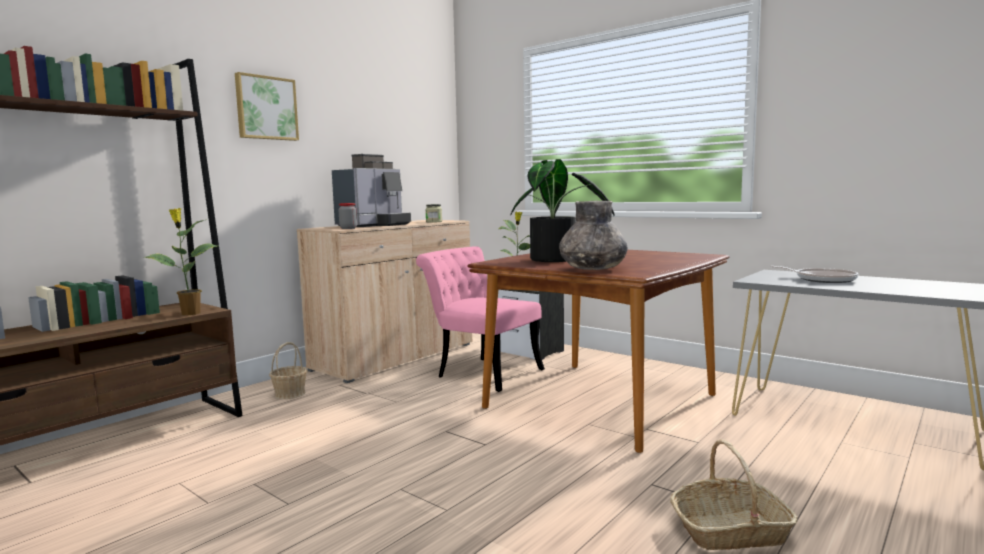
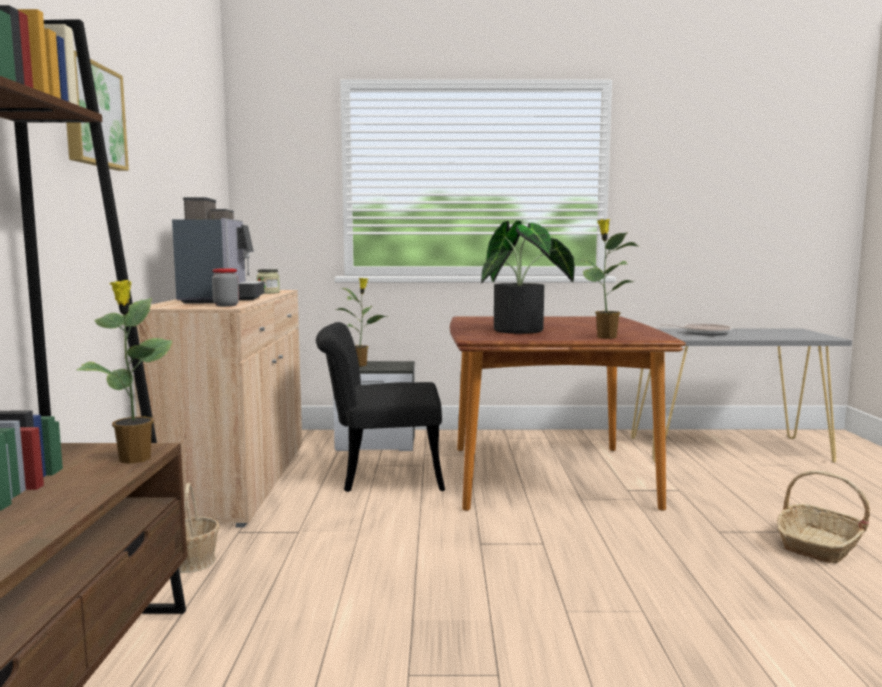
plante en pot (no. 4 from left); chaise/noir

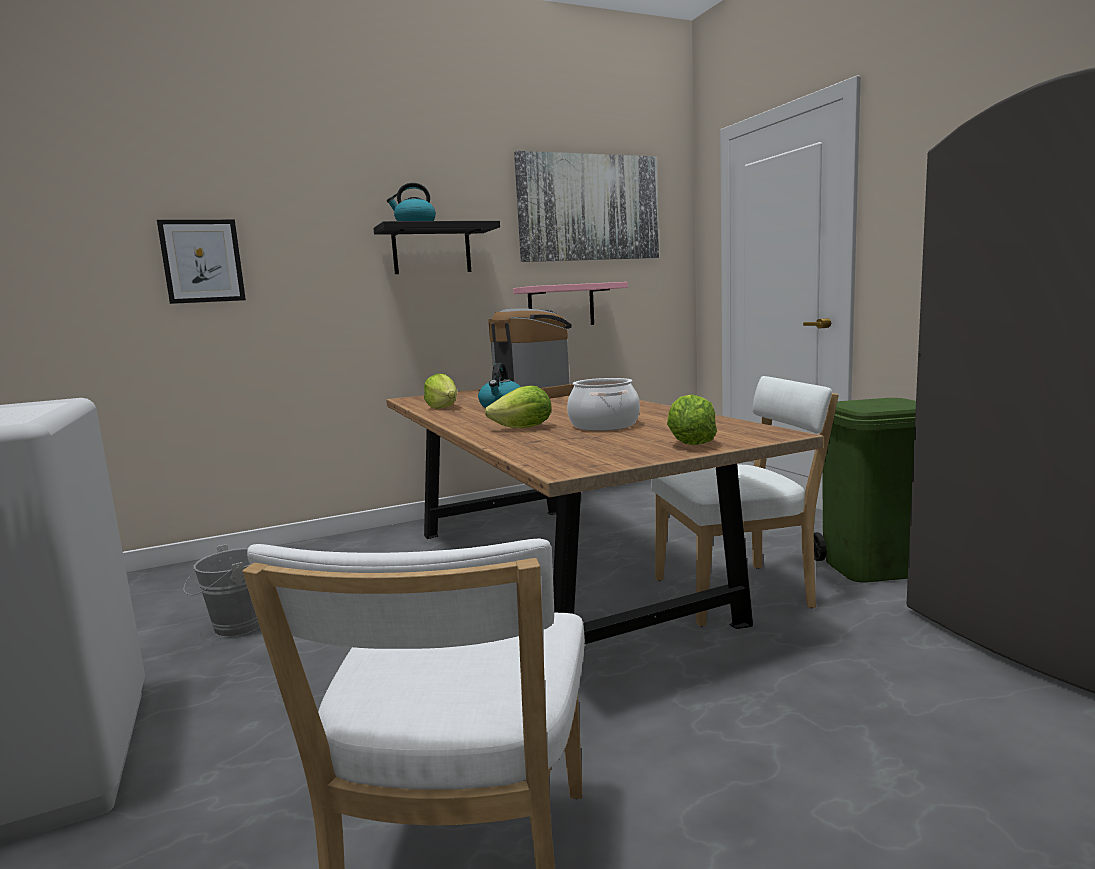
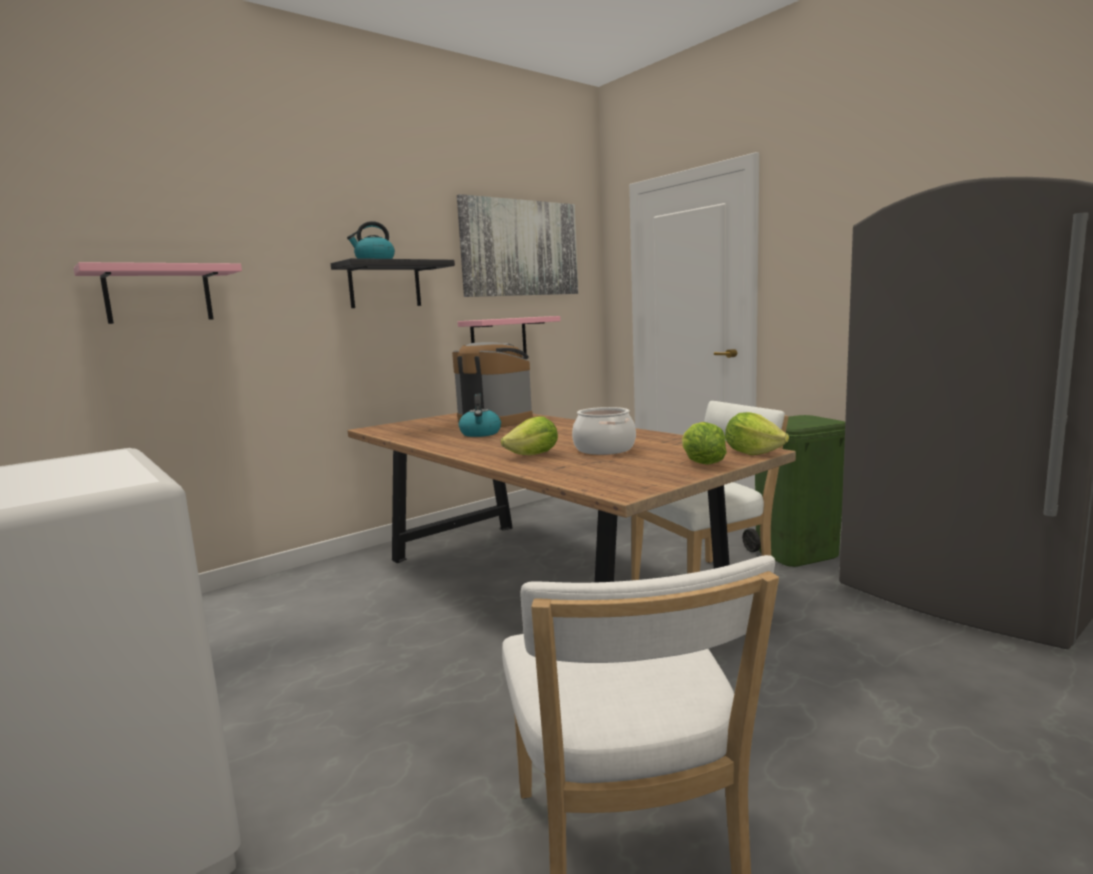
étagère/rose (no. 1 from left); laitue (no. 3 from left); seau/gris

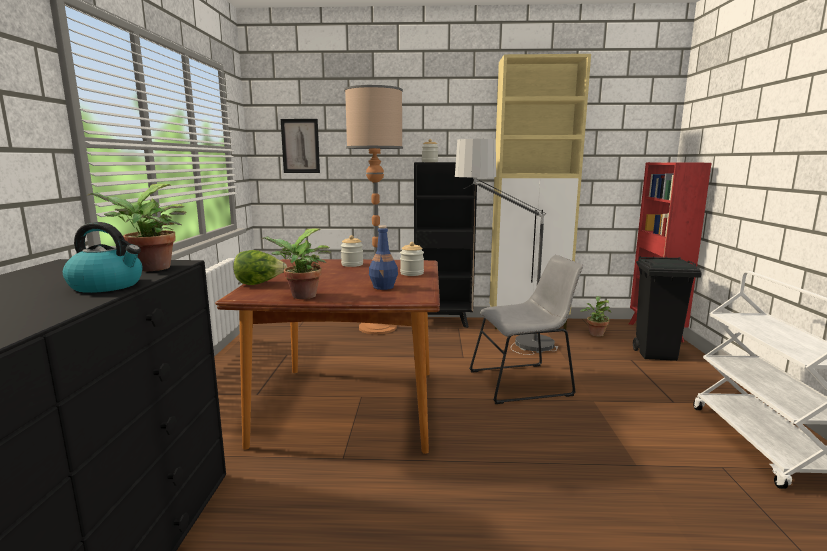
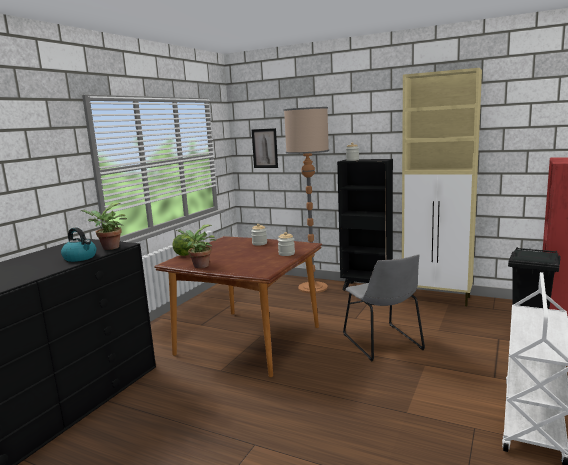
lampadaire (no. 2 from left in the first image); bouteille/bleu; chaise/gris; plante en pot (no. 3 from left in the first image)

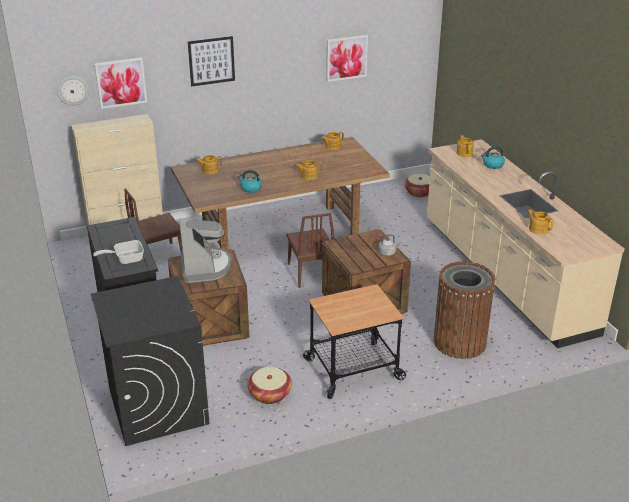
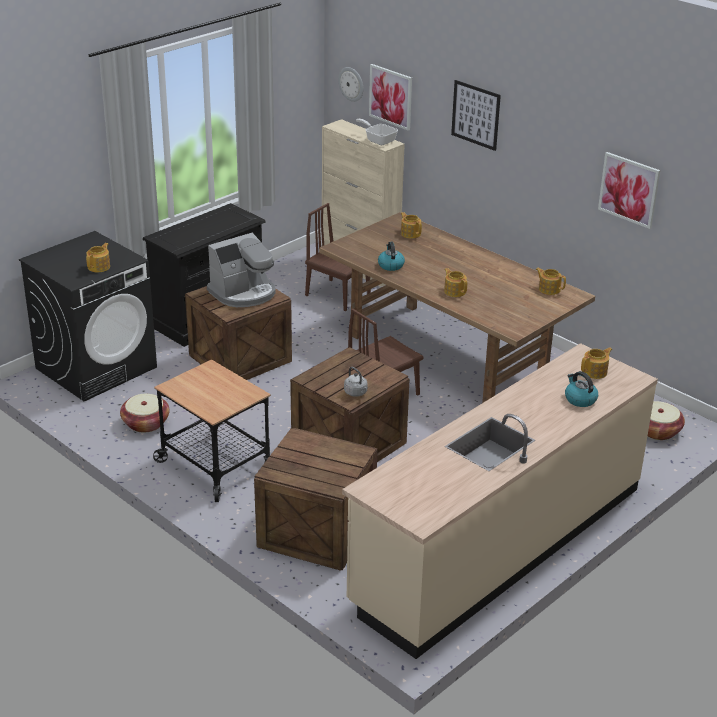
théière (no. 1 from left); poêle; caisse (no. 2 from left)

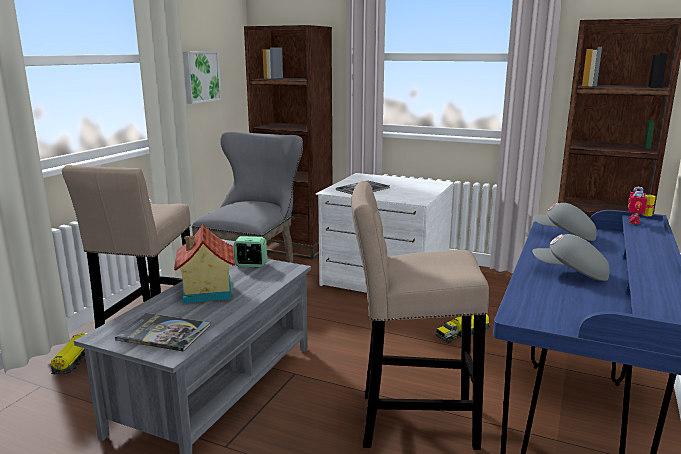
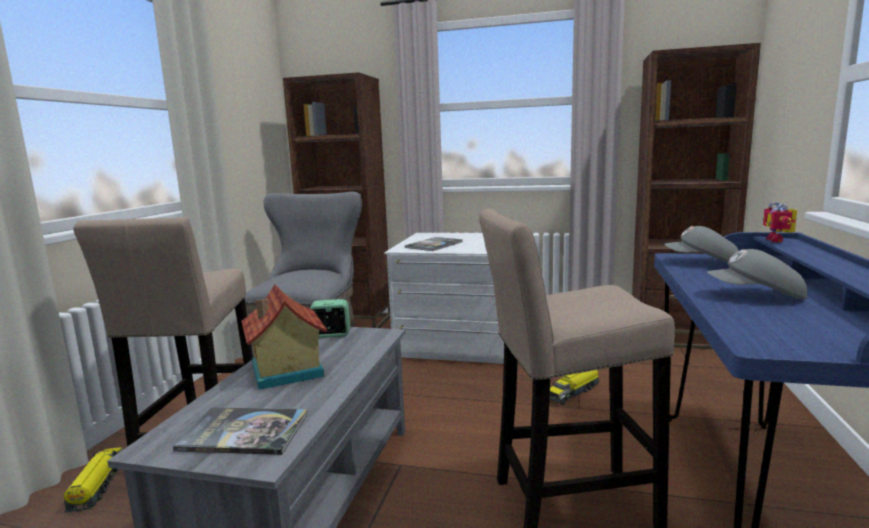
tableau

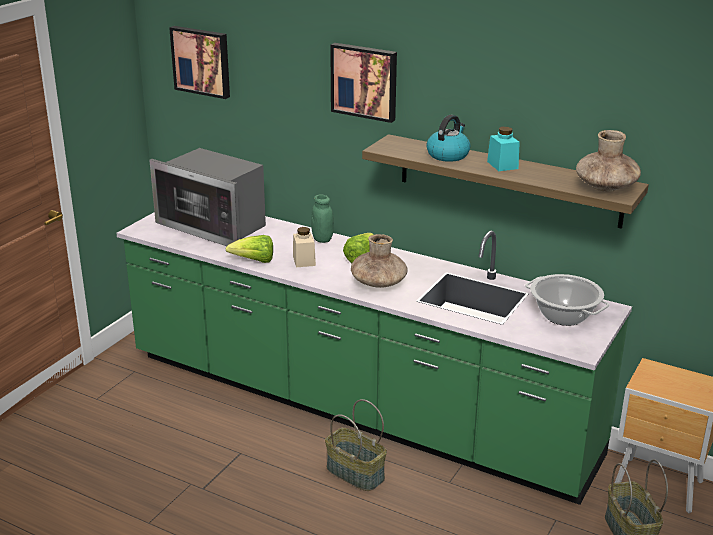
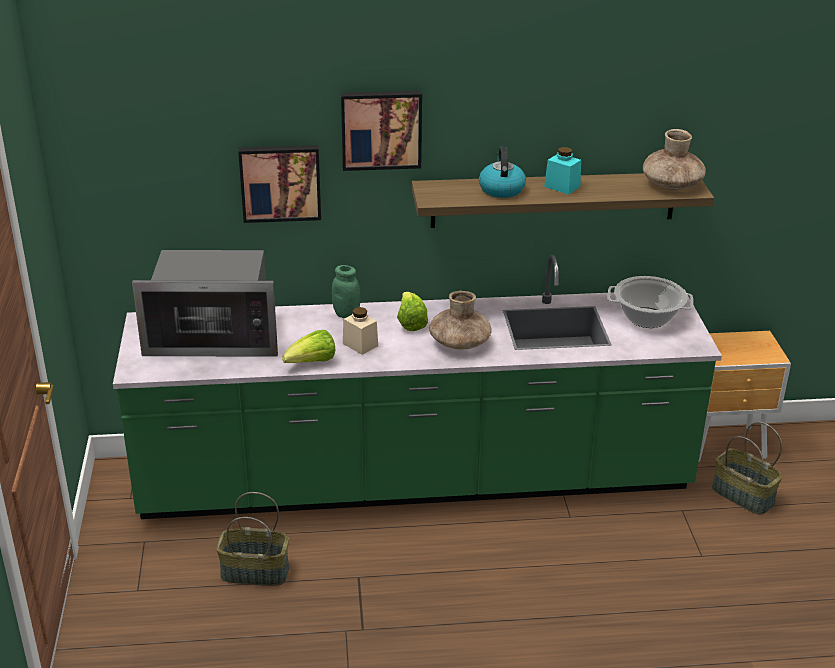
tableau (no. 1 from left); panier (no. 1 from left)

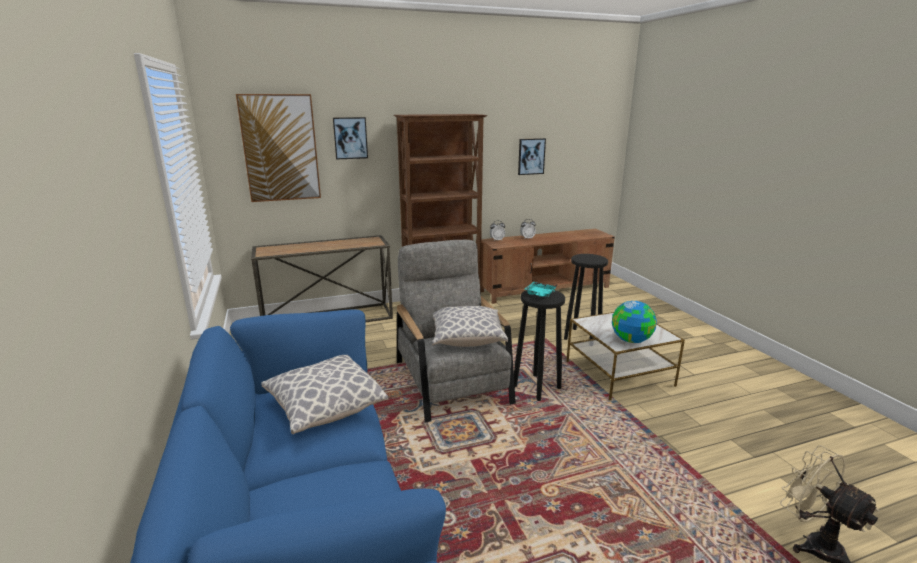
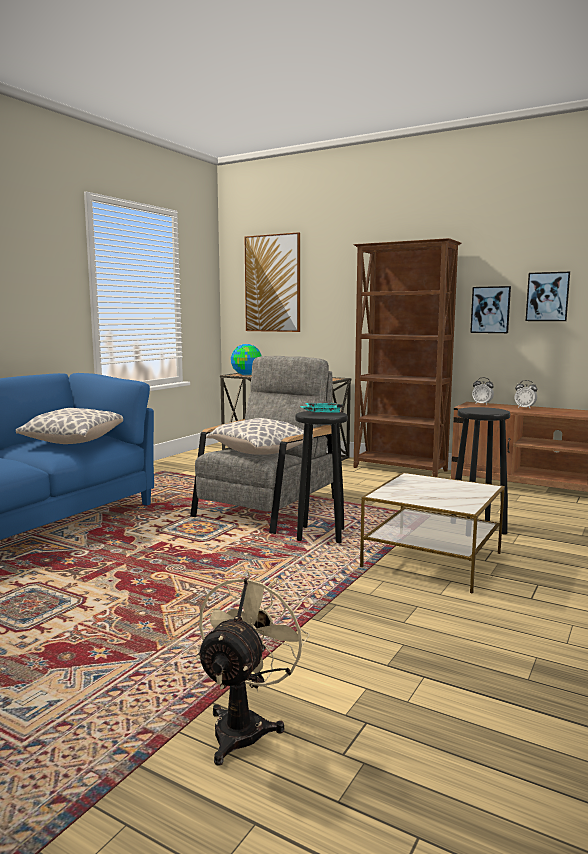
tableau (no. 2 from left); globe

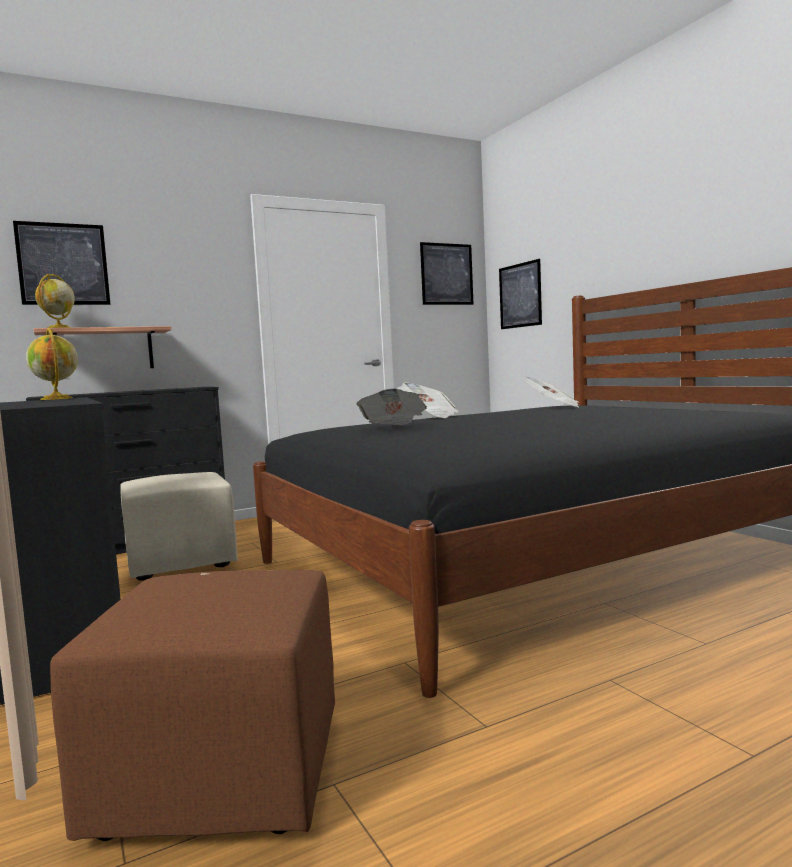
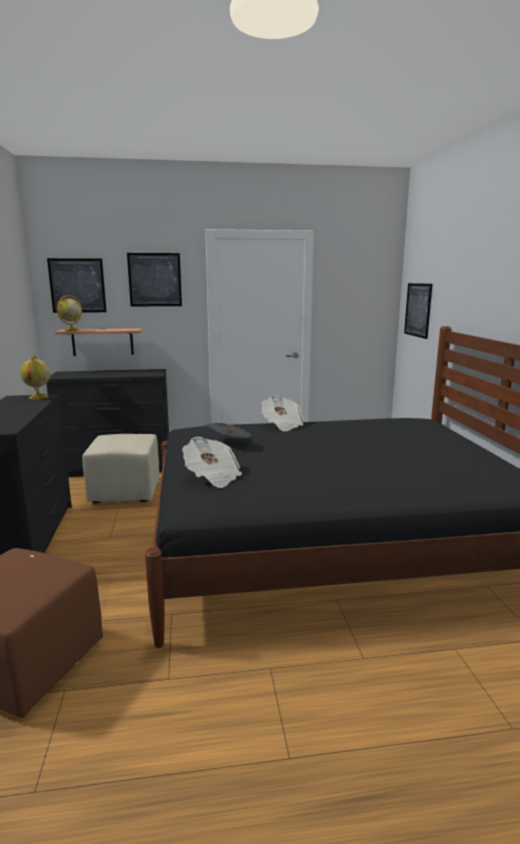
tableau (no. 2 from left); journal (no. 1 from left)

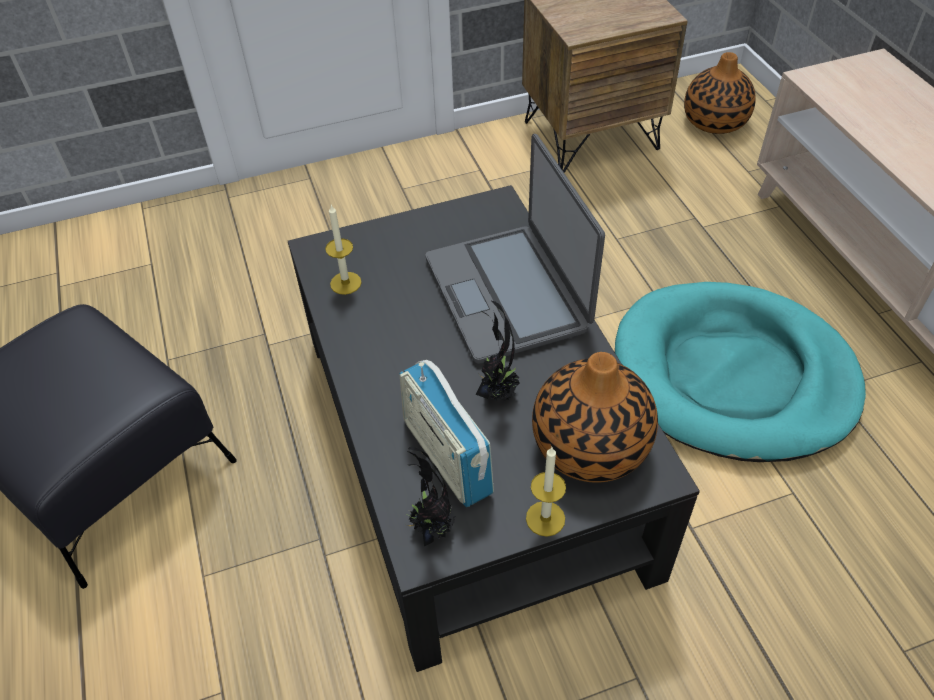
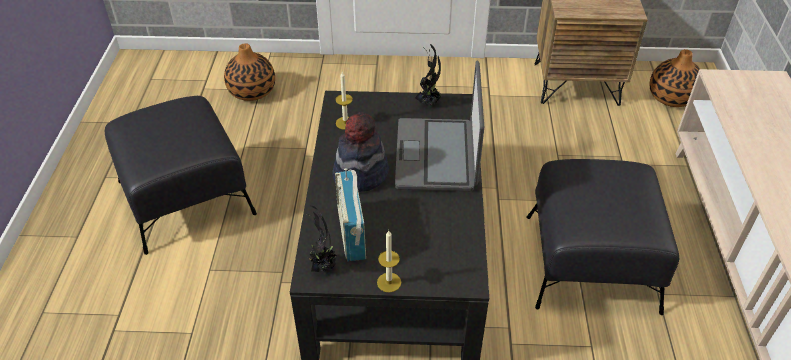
pouf/noir (no. 2 from left); plante en pot (no. 2 from left); vase (no. 1 from left); chapeau

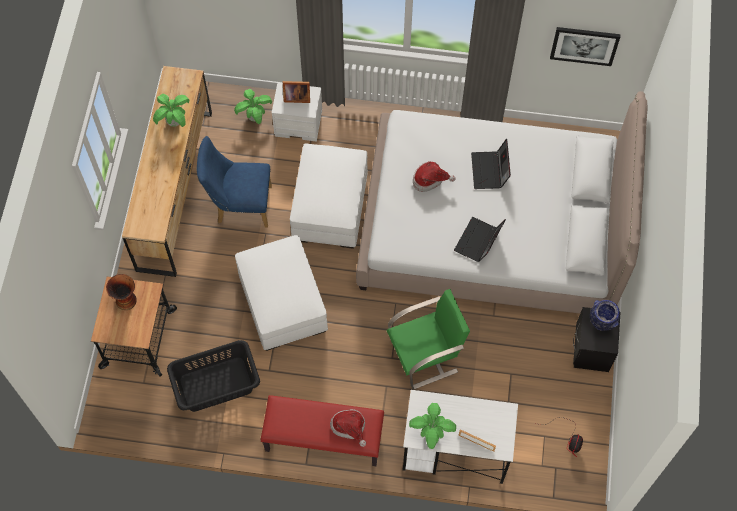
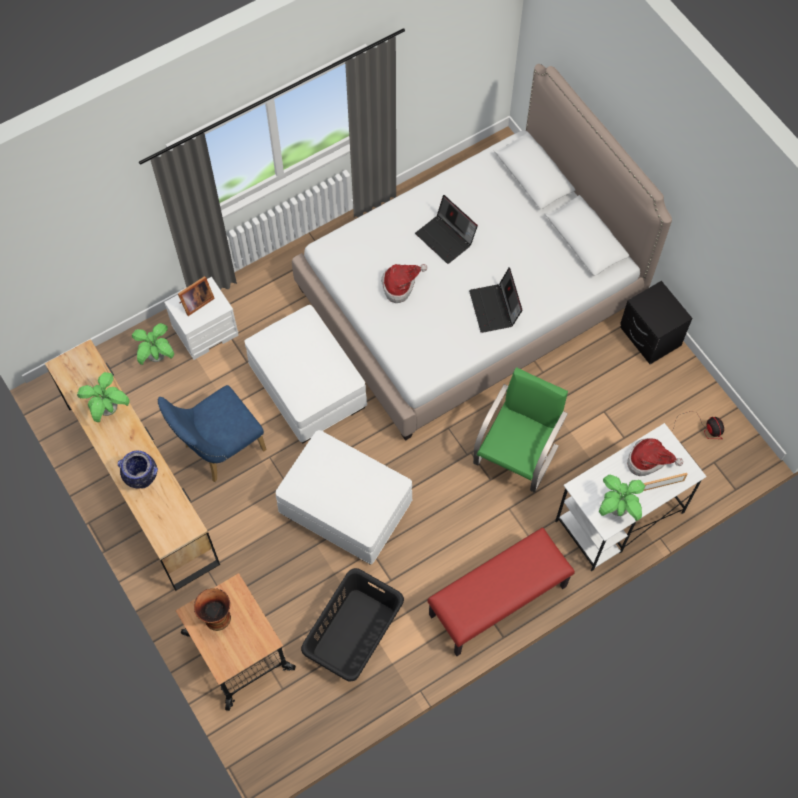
tableau; vase (no. 1 from left); chapeau (no. 2 from left)

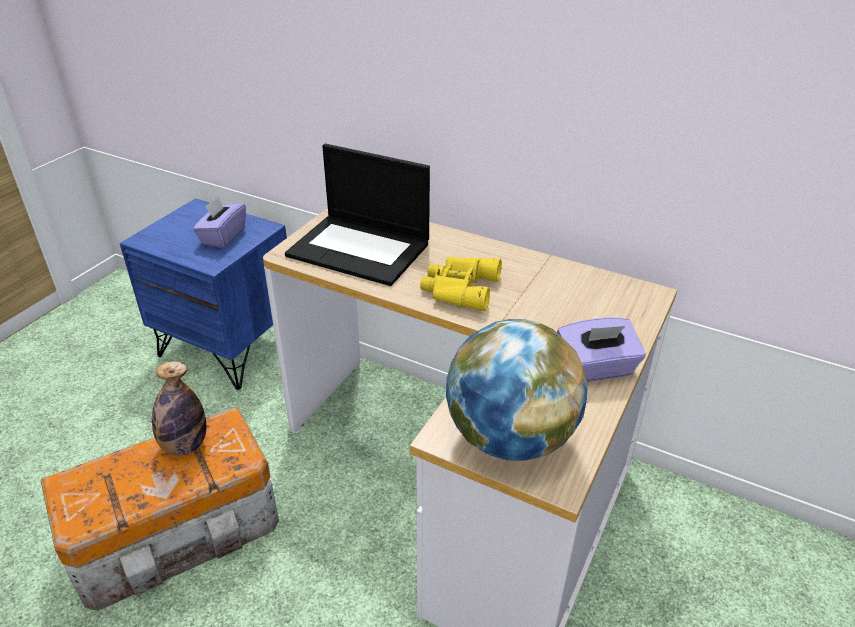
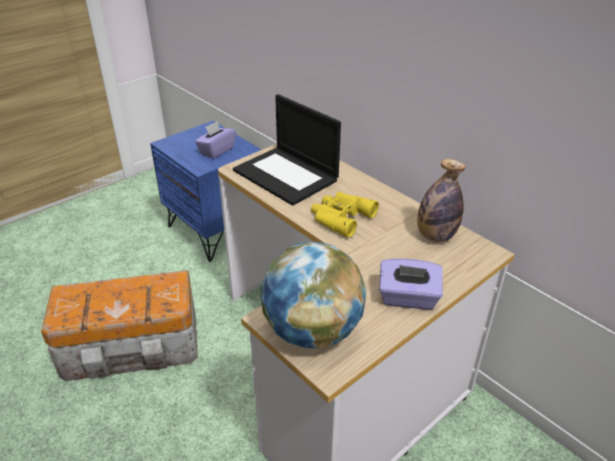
bouteille

